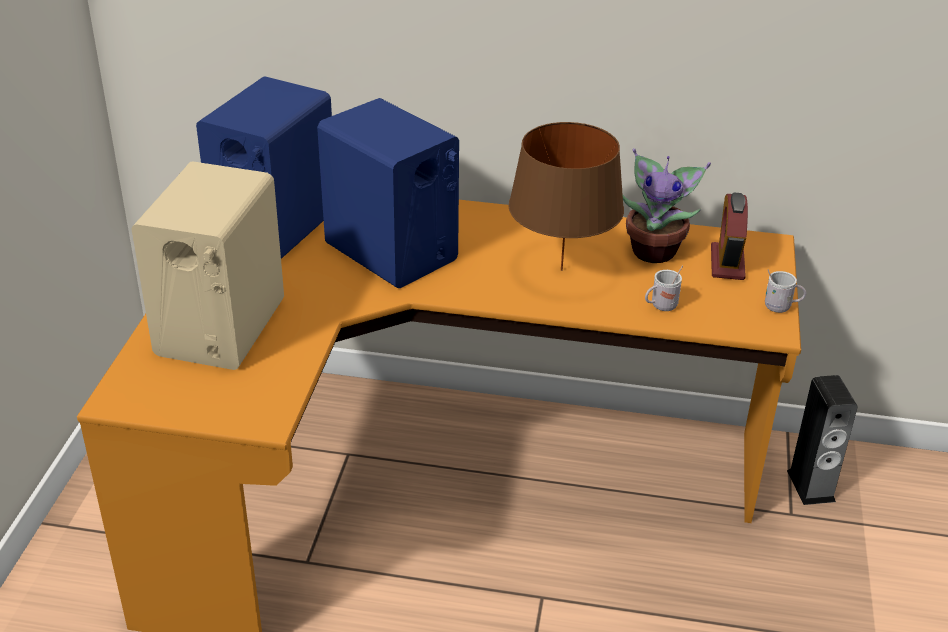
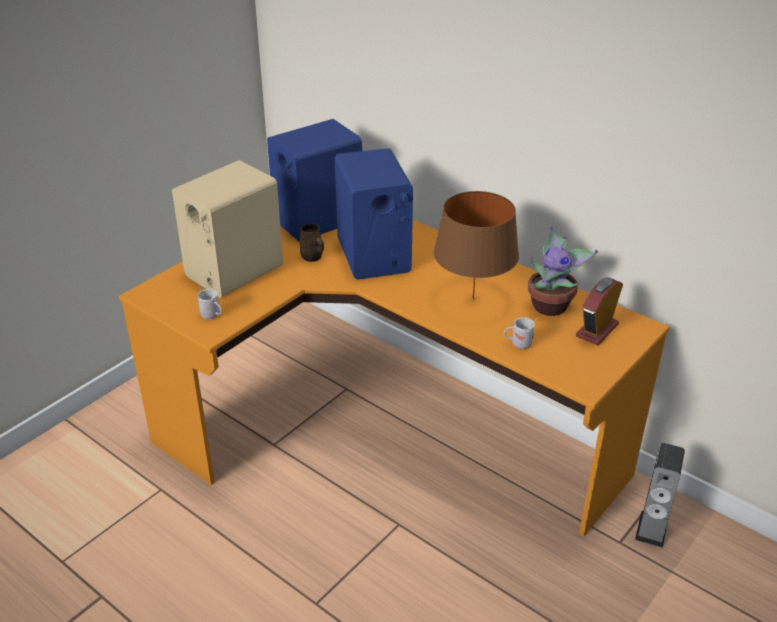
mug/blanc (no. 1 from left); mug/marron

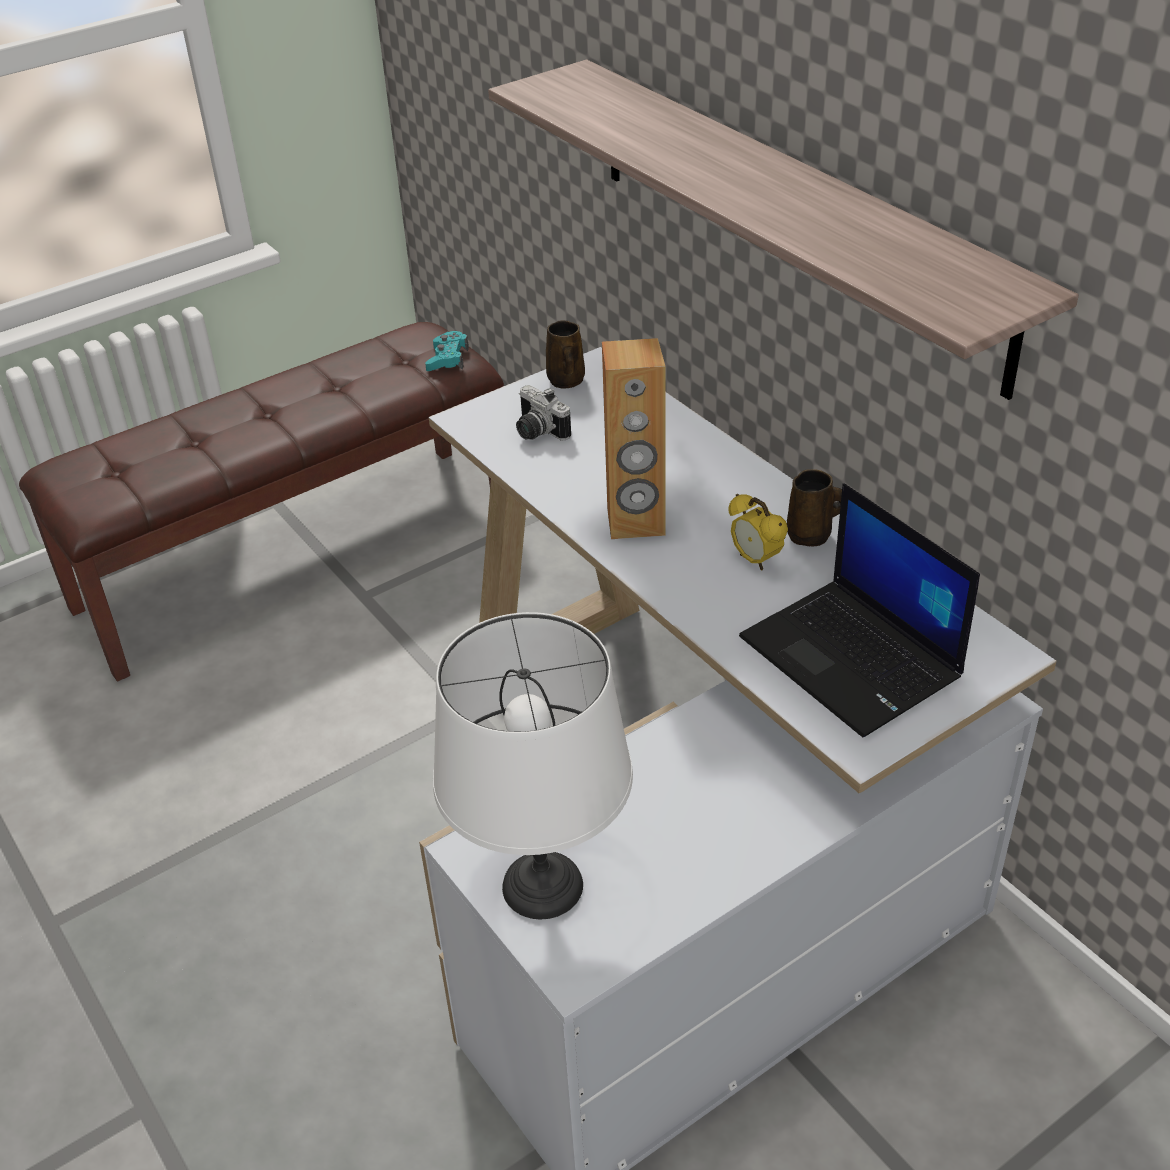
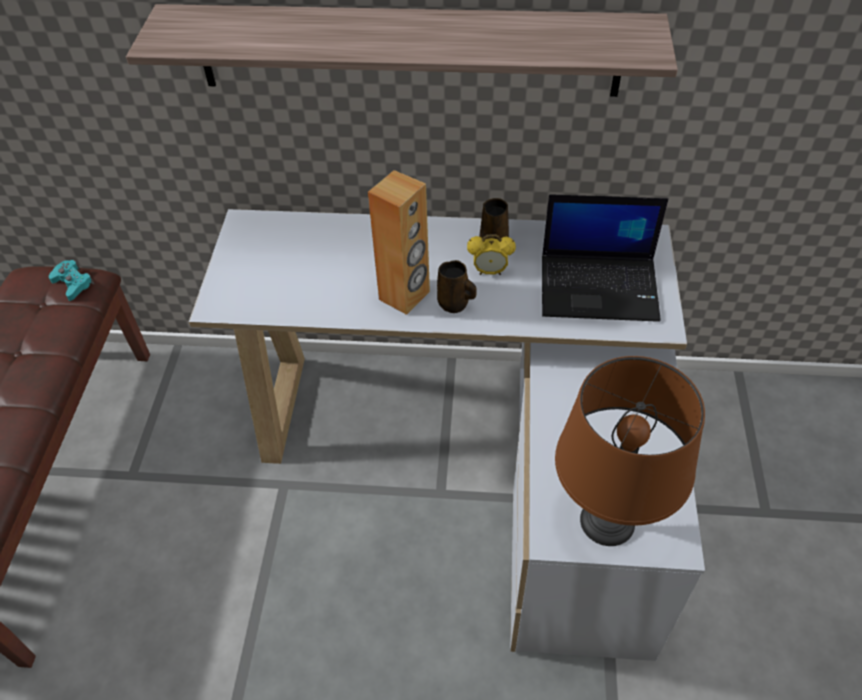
mug/marron (no. 1 from left); appareil photo; lampe de table/marron

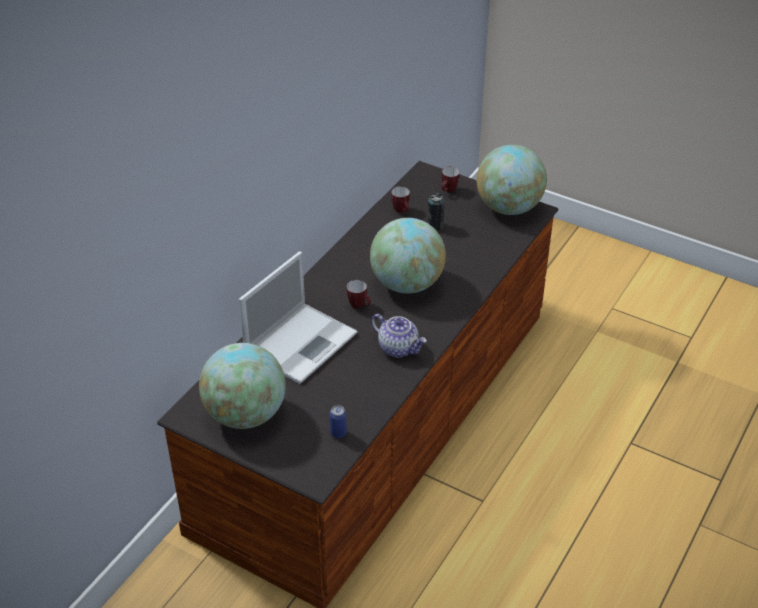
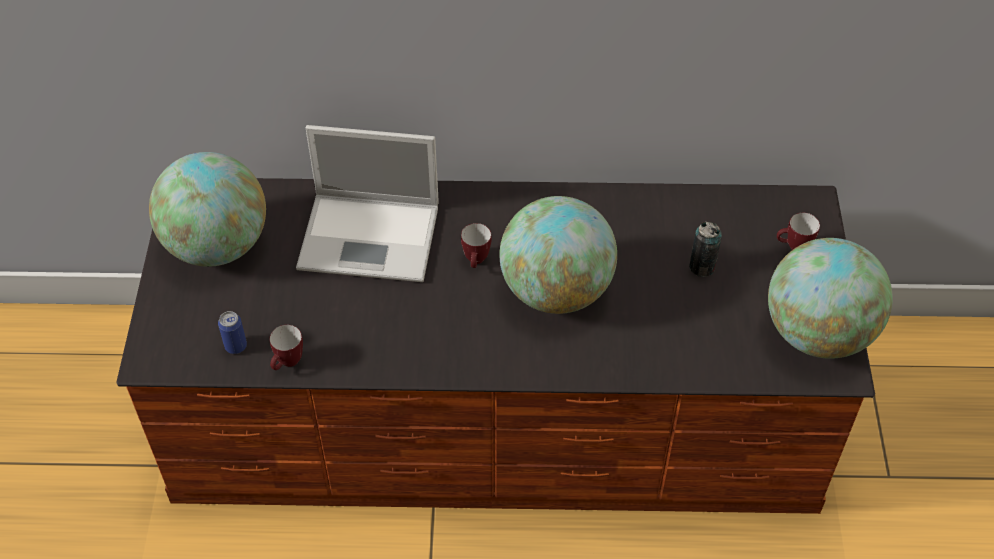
mug (no. 1 from left); théière

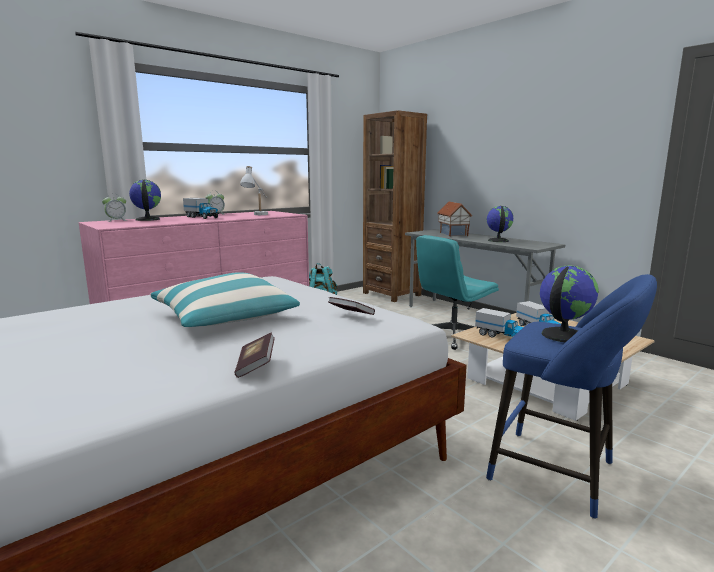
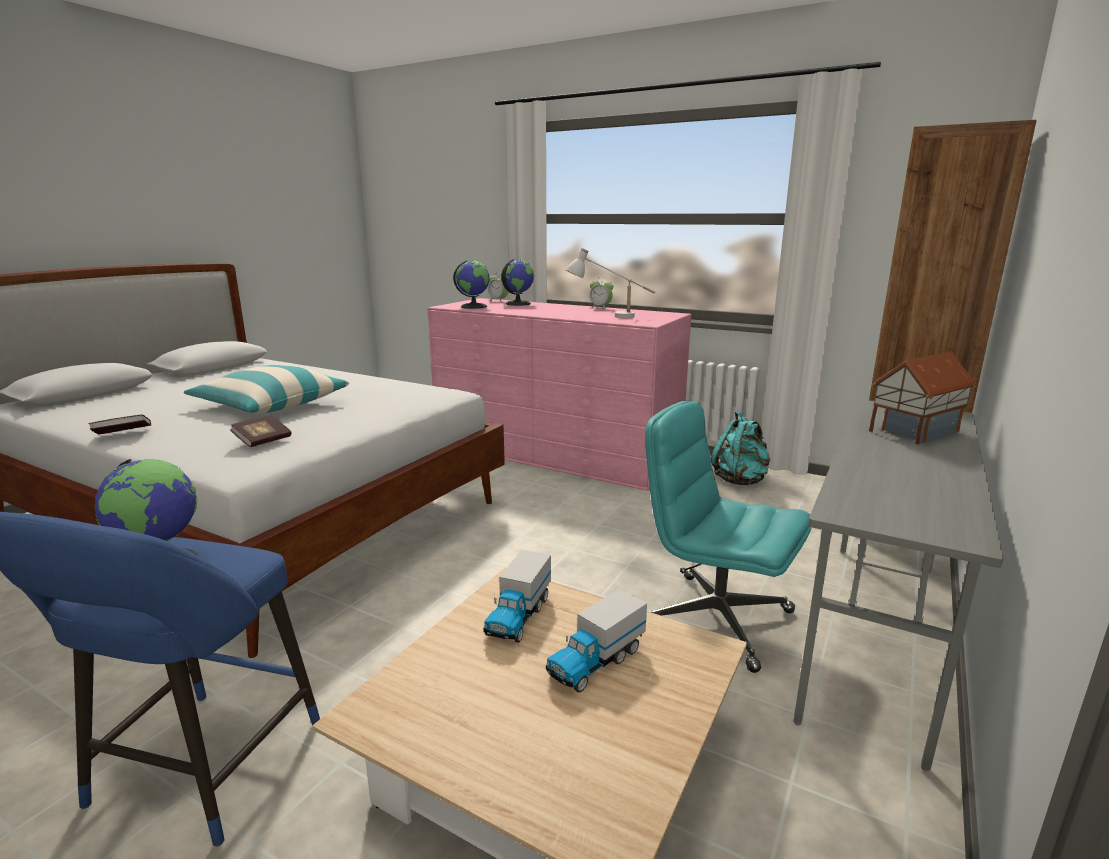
camion jouet (no. 1 from left in the first image); globe (no. 2 from left)

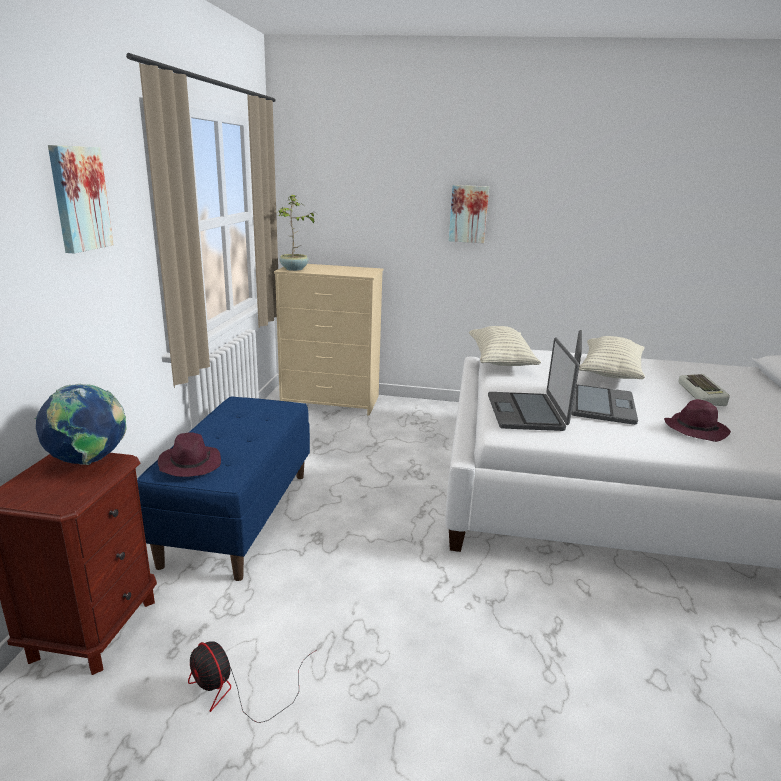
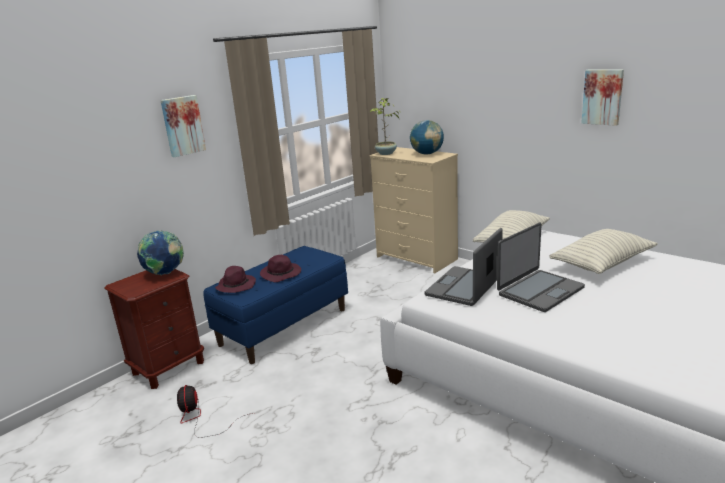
tableau (no. 2 from left); clavier; chapeau/violet (no. 2 from left); globe (no. 2 from left)

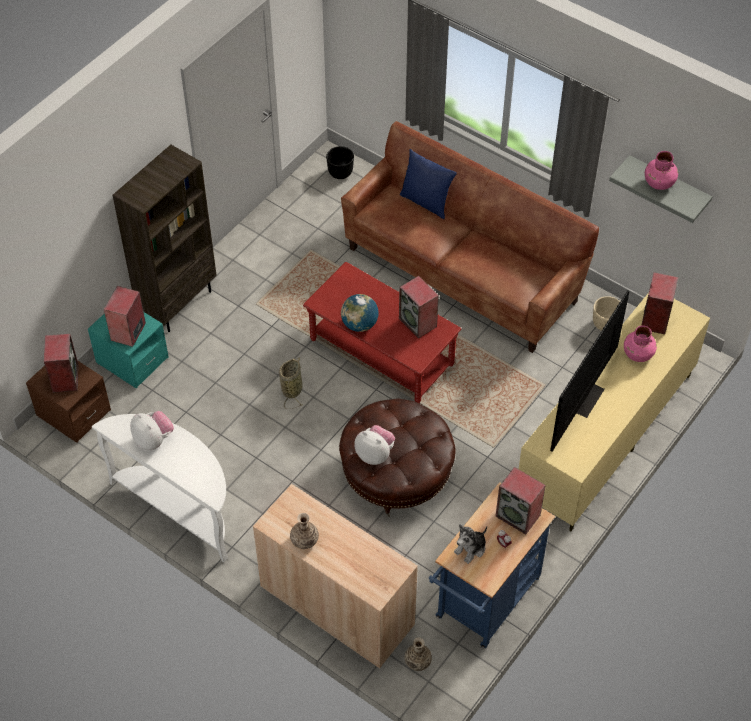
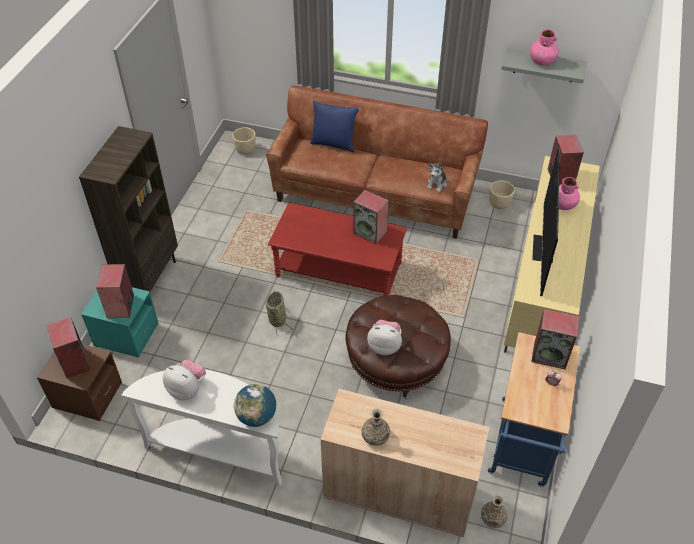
cache-pot/beige (no. 1 from left); globe; peluche (no. 3 from left)

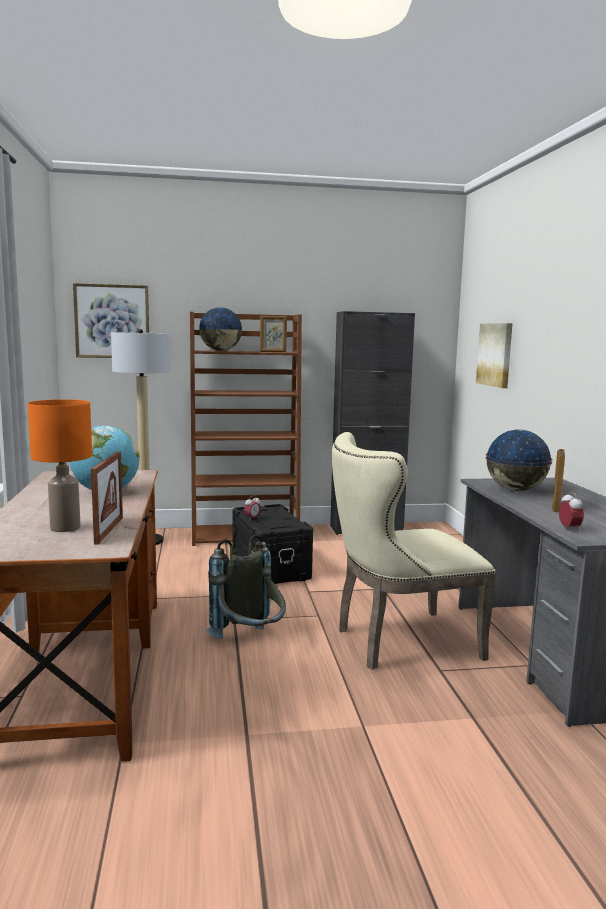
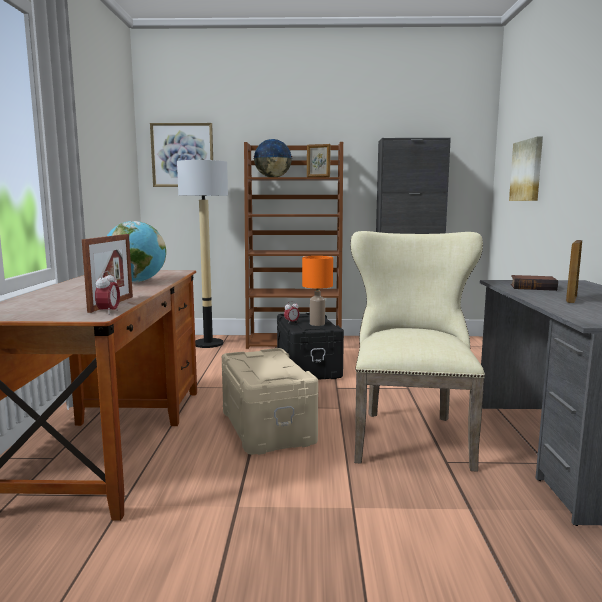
lampe de table/orange; livre; chaise/beige; réveil (no. 1 from left); boîte de rangement/beige

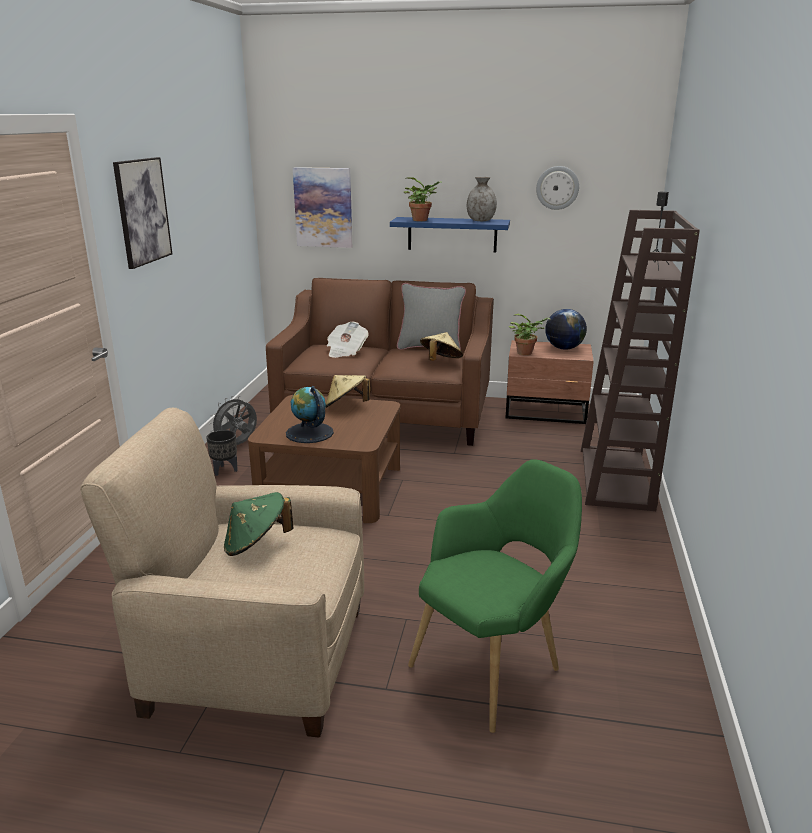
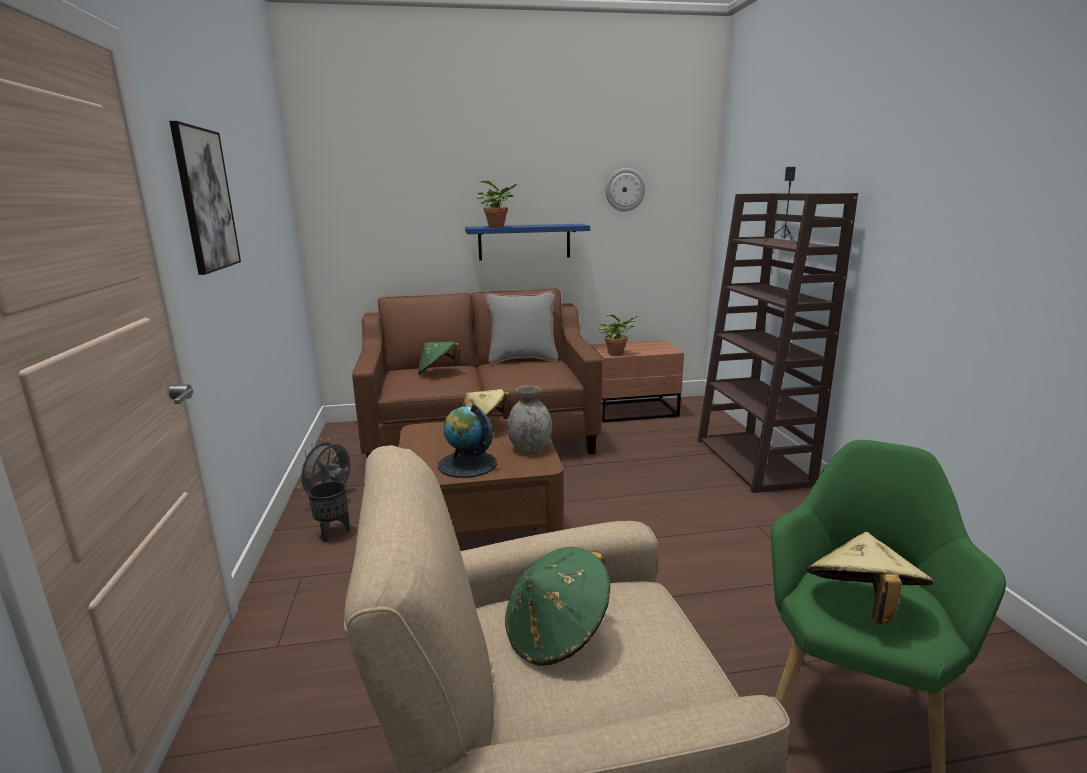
tableau (no. 2 from left in the first image); vase/gris; globe (no. 2 from left in the first image); chapeau/vert (no. 1 from left); chapeau/beige (no. 2 from left)

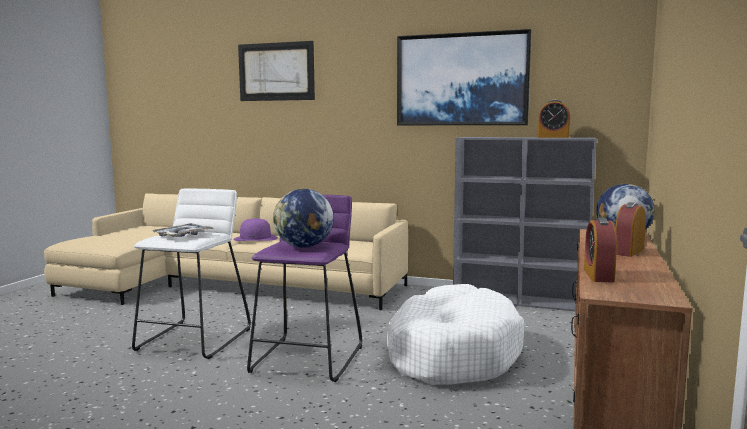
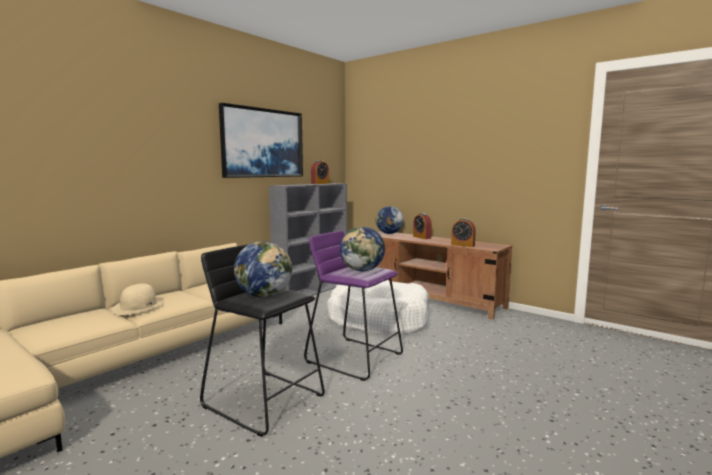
tableau (no. 1 from left in the first image); tabouret/noir; chapeau/beige; globe (no. 1 from left)

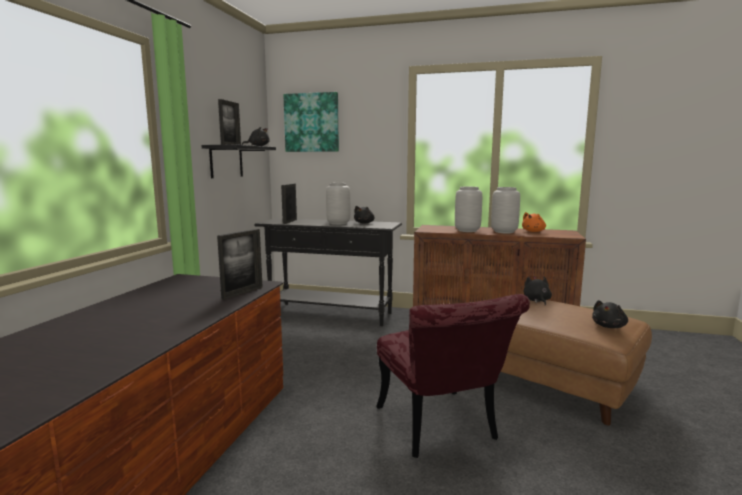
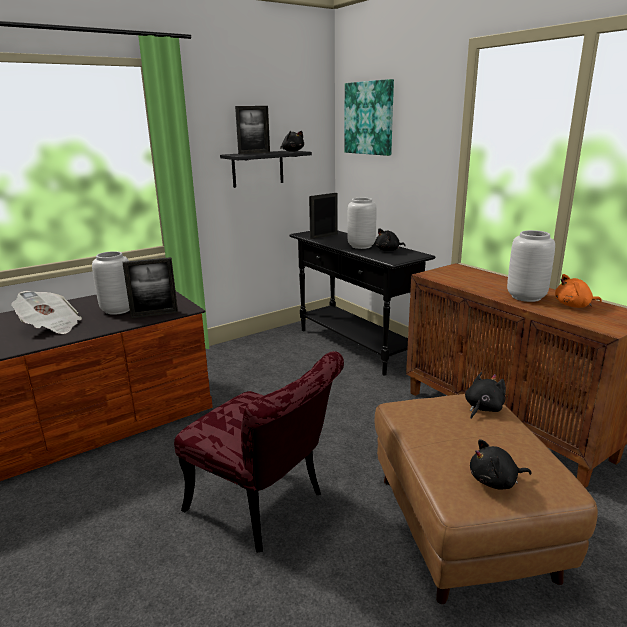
vase/gris (no. 1 from left); chaise/rouge; journal

